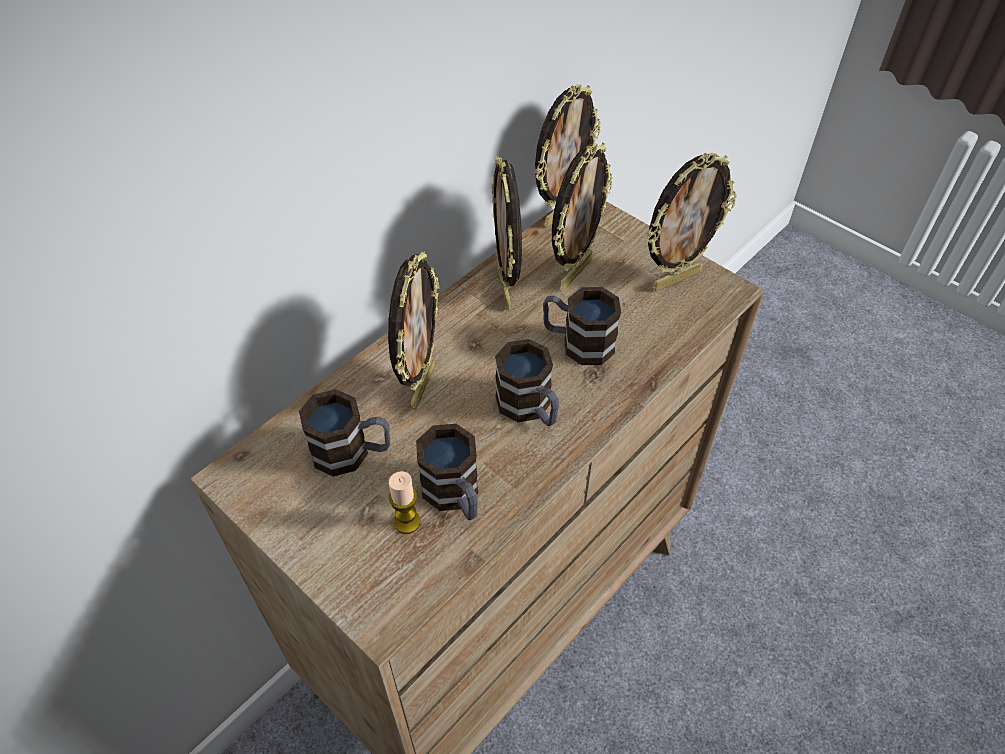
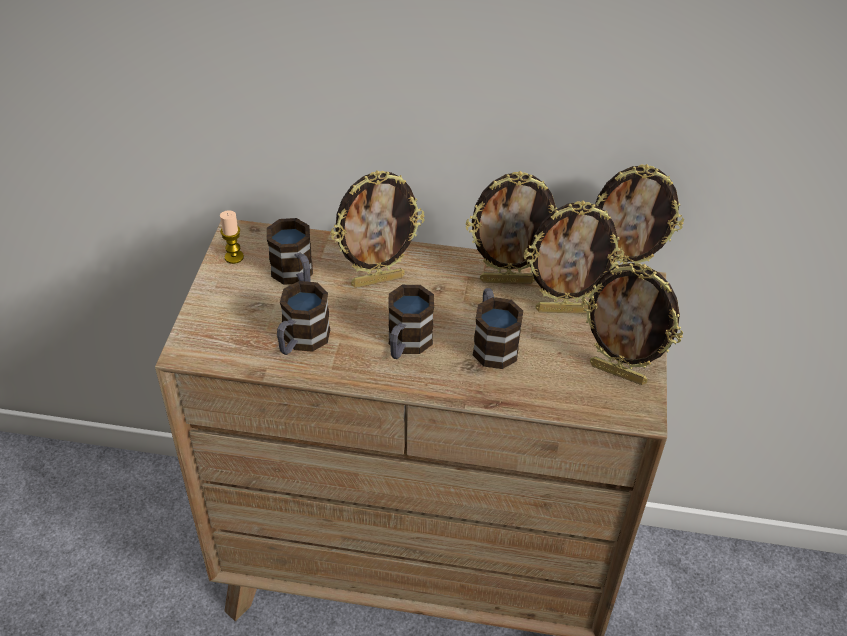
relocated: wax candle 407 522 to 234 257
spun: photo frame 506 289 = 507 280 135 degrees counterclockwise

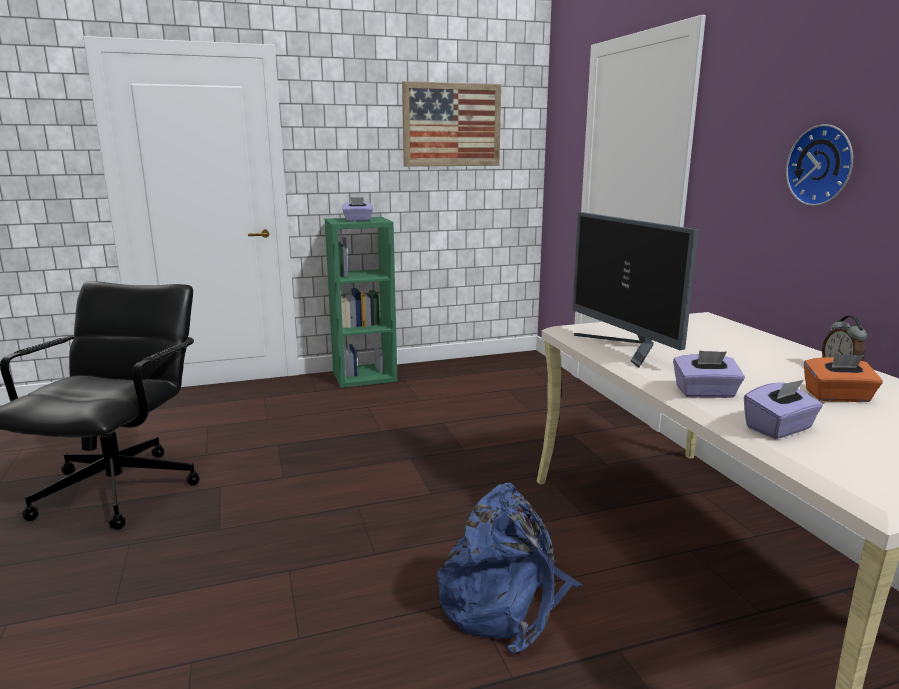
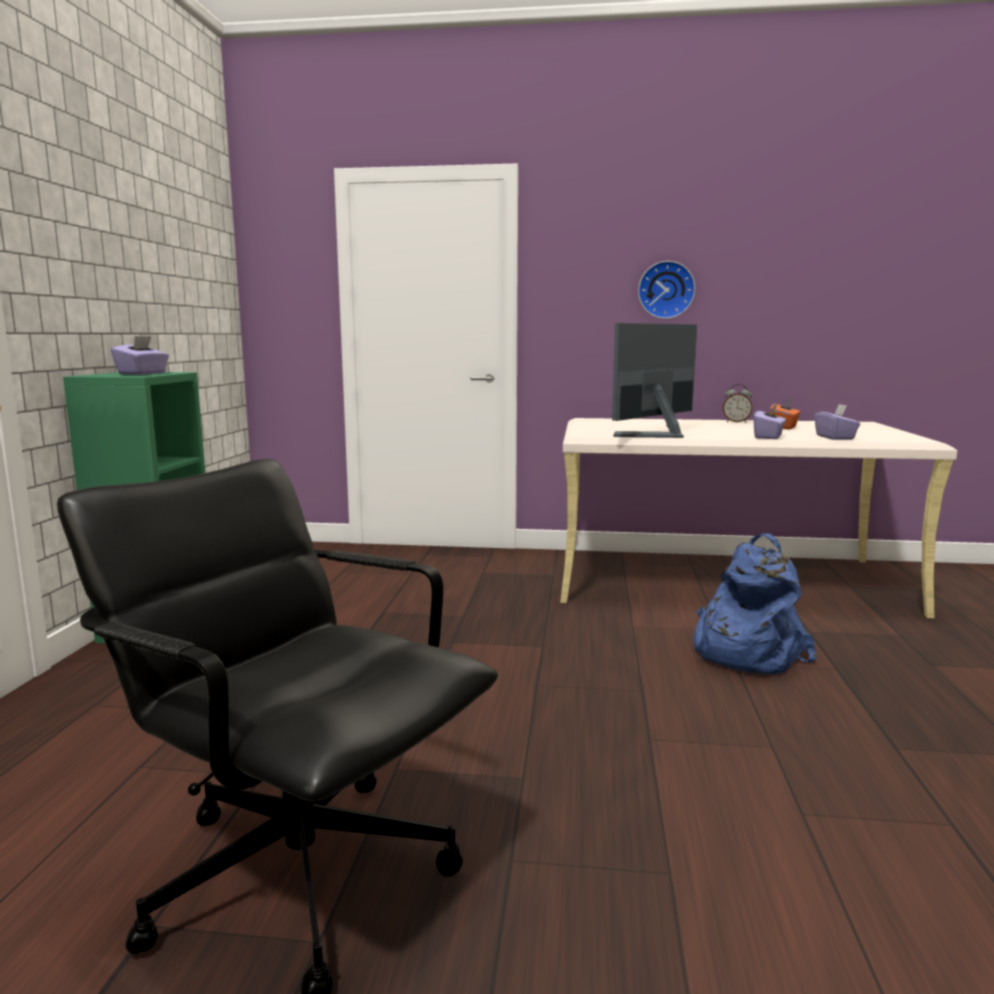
missing: wall art 452 125
spun: computer screen 625 349 = 658 435 135 degrees clockwise

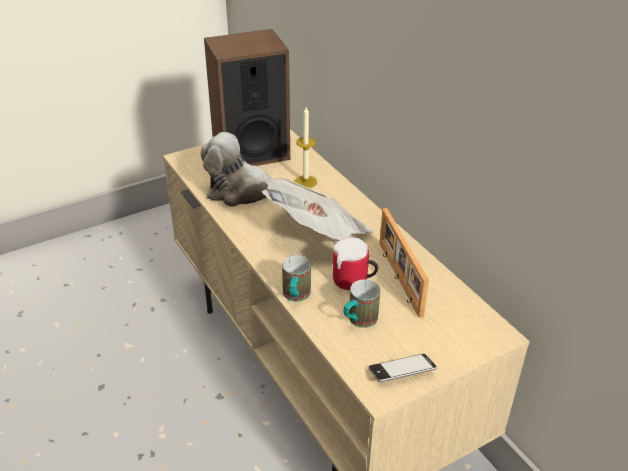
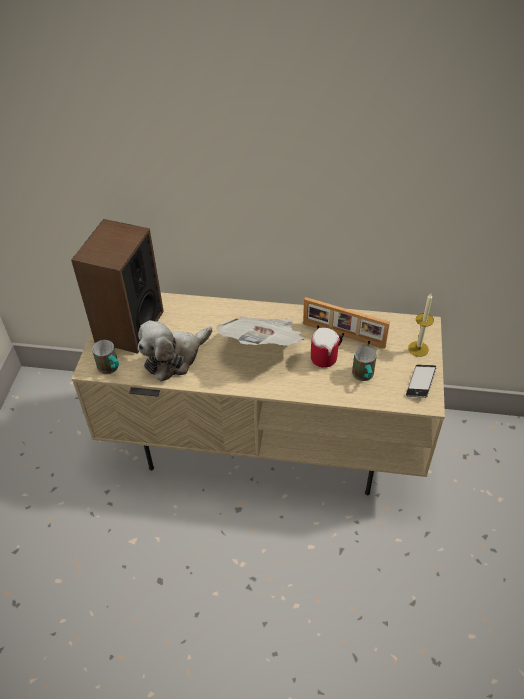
relocated: tea mug 295 297 to 111 369; wax candle 305 182 to 418 349

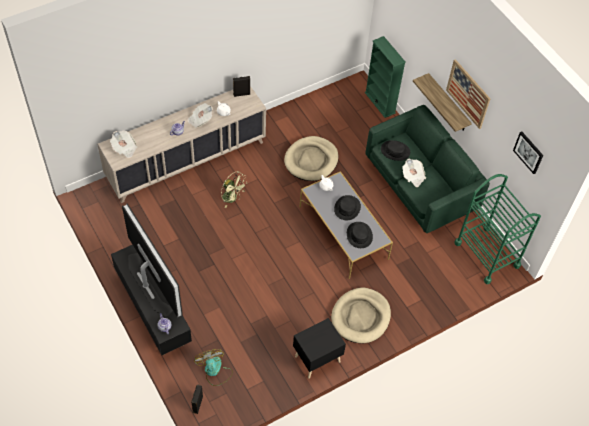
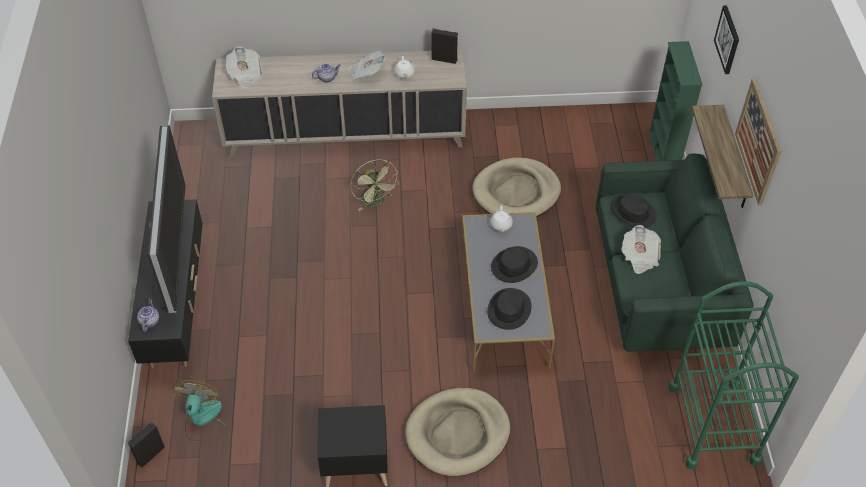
relocated: wall art 528 152 to 728 39

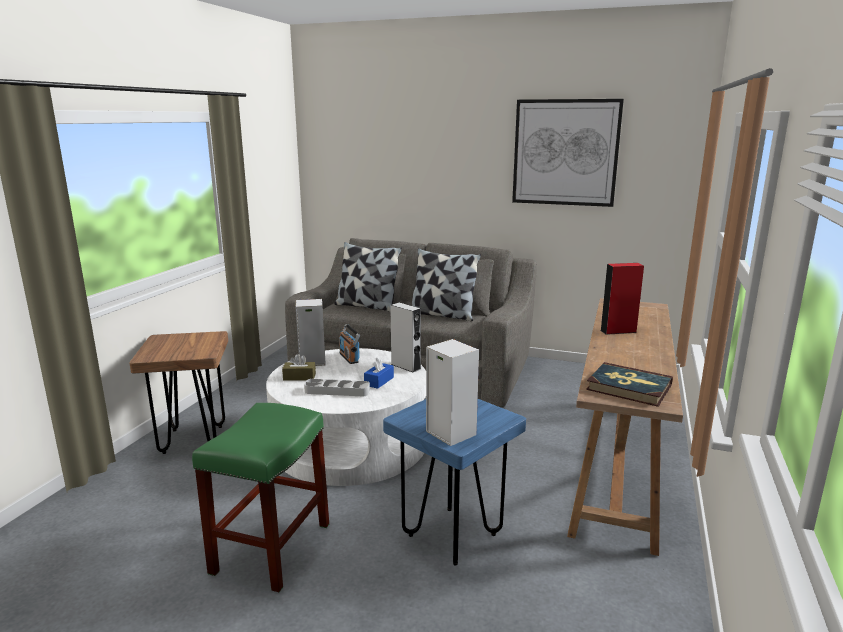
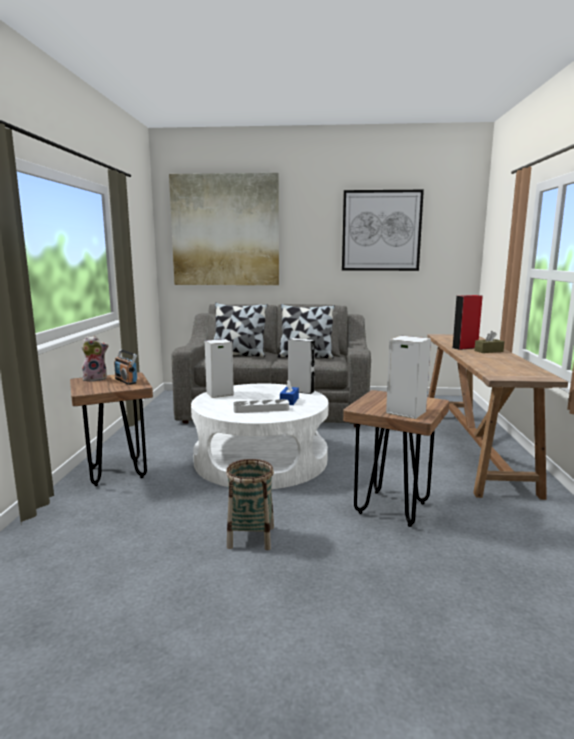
missing: book 629 387
appeared: plush toy 96 379; wall art 225 230
relocated: radio receiver 349 357 to 126 381; brown box of tissues 299 377 to 488 351
exchanged: greenish stool 271 547 to household basket 251 537
colour: blue-coloured stool 452 535 to brown stool 392 508

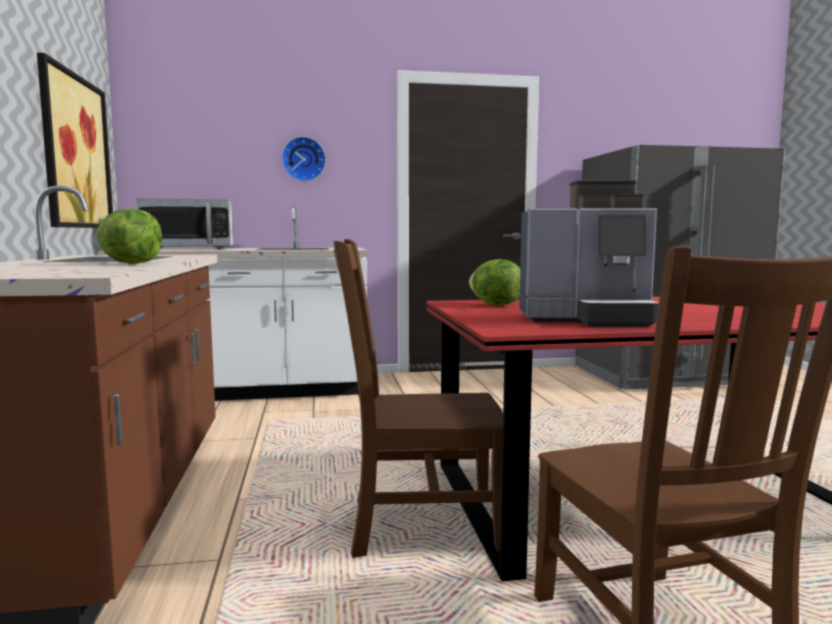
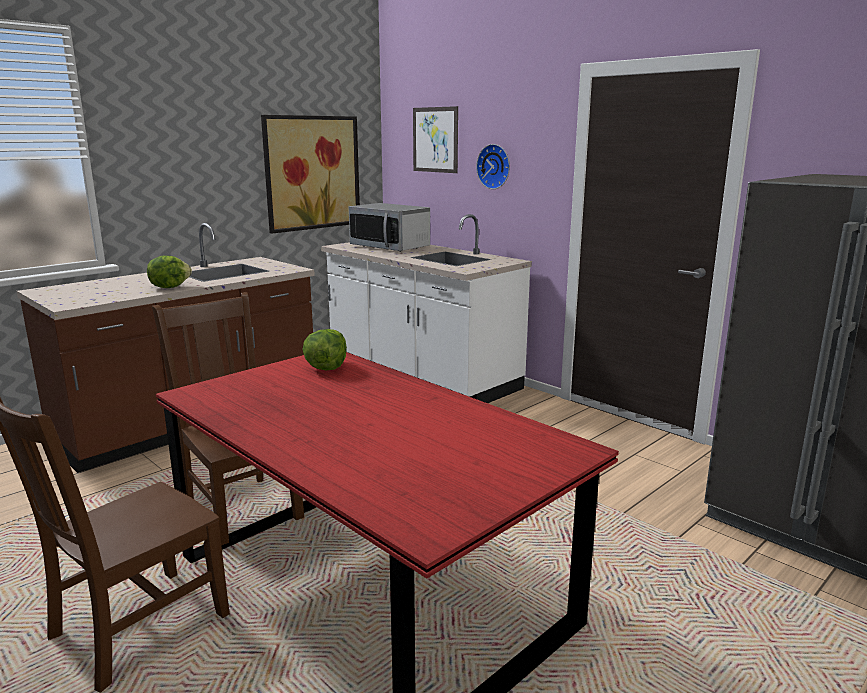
missing: coffee brewer 587 319
appeared: wall art 435 140

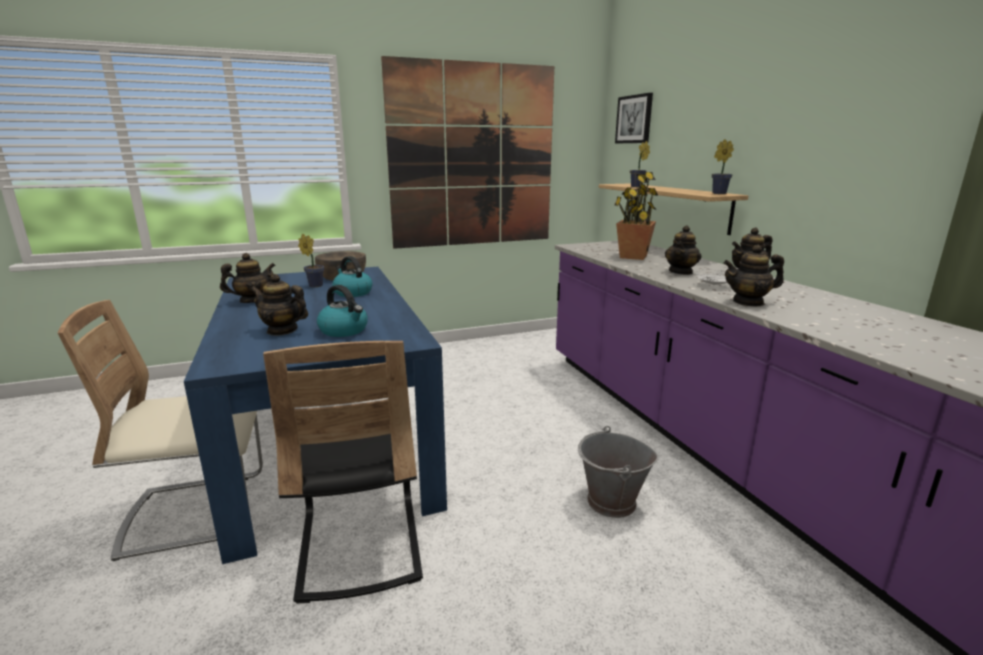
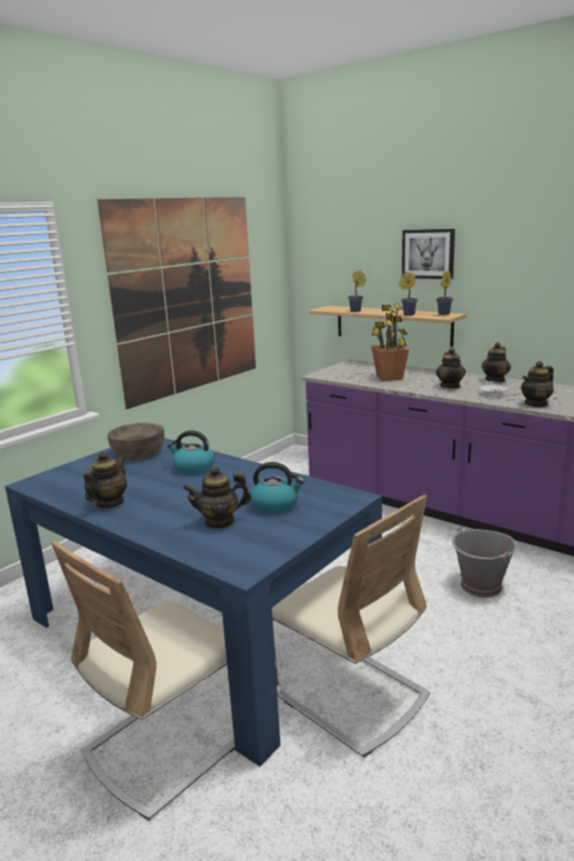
relocated: potted plant 314 285 to 407 315; wall art 634 119 to 428 254
colour: blackish upright chair 359 543 to beige upright chair 350 695

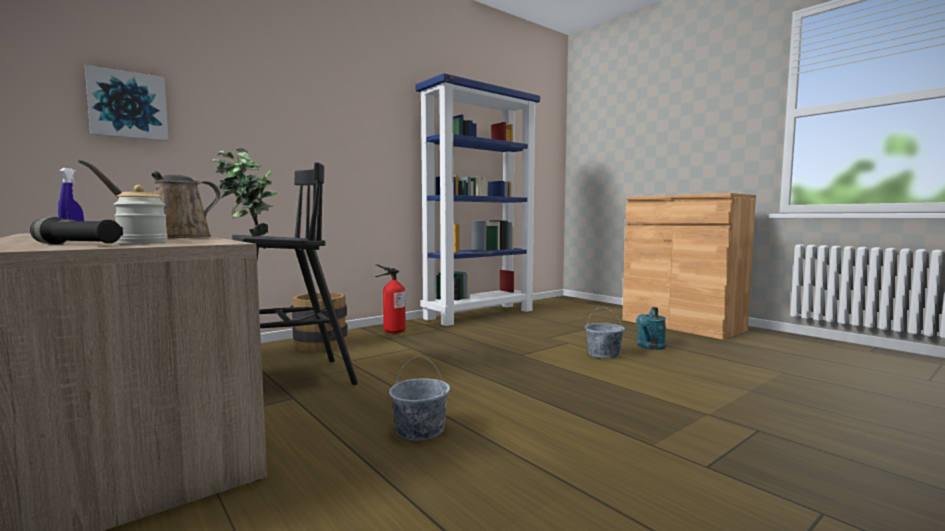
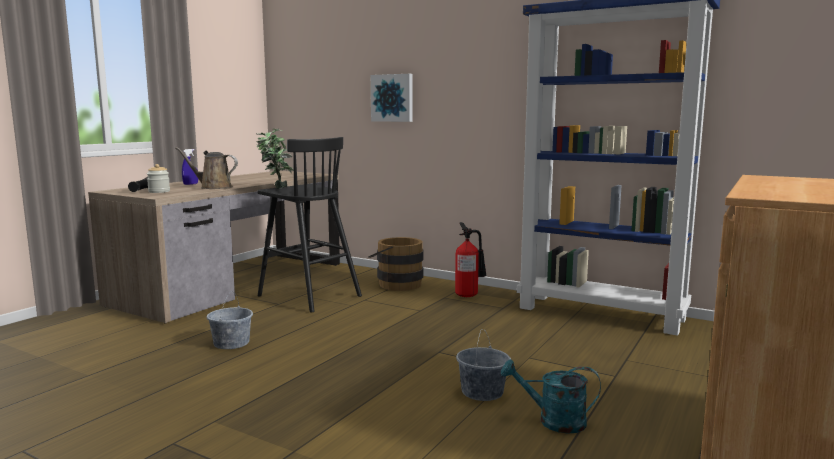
relocated: wall art 128 105 to 392 98

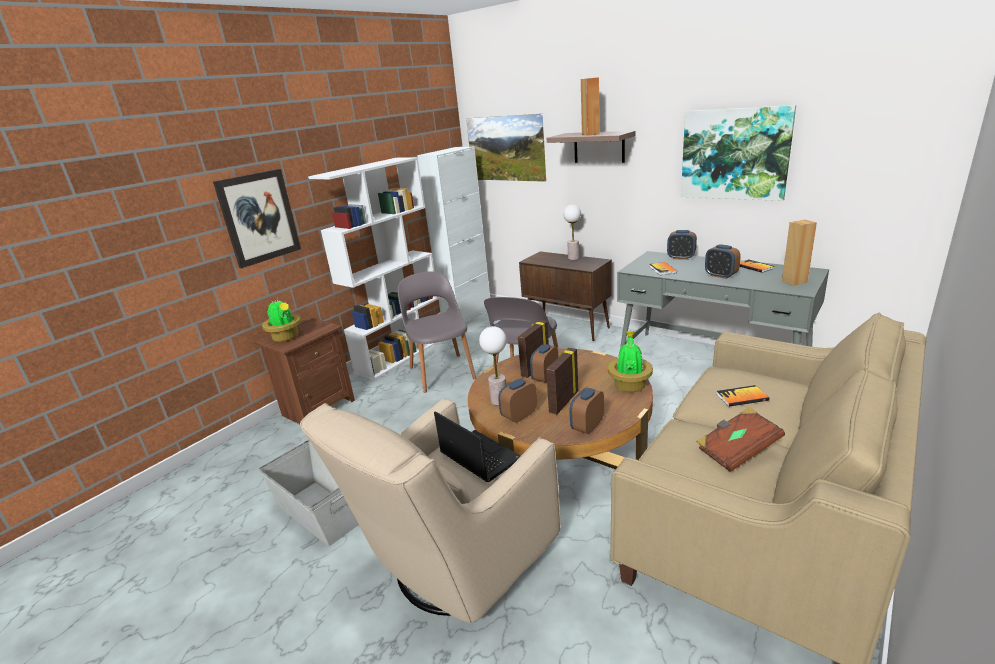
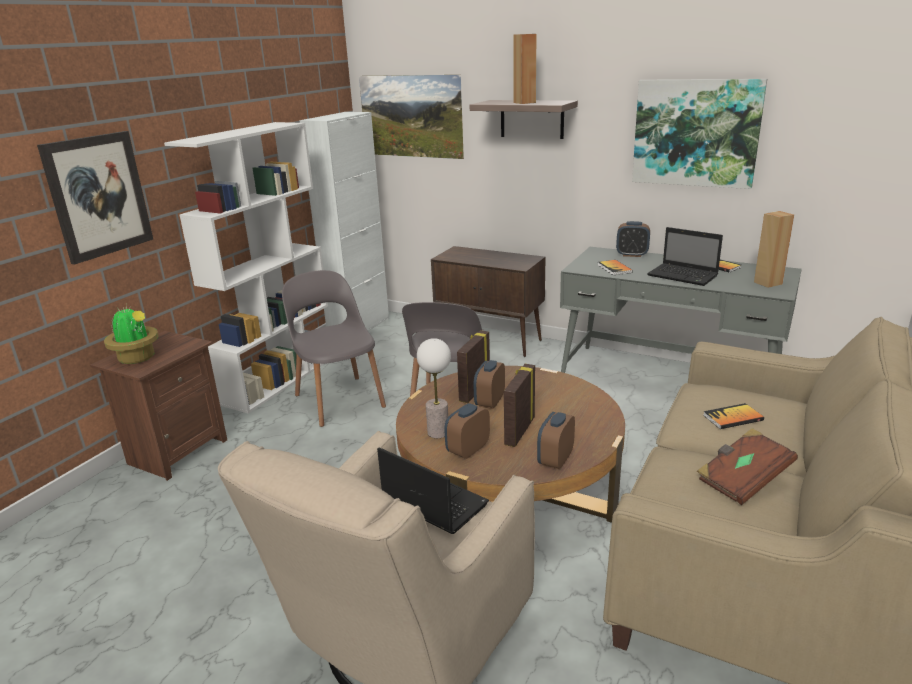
missing: grey storage box 321 511; lamp for a table 573 258; potted plant 629 384
exchanged: alarm clock 721 275 to notebook computer 684 276

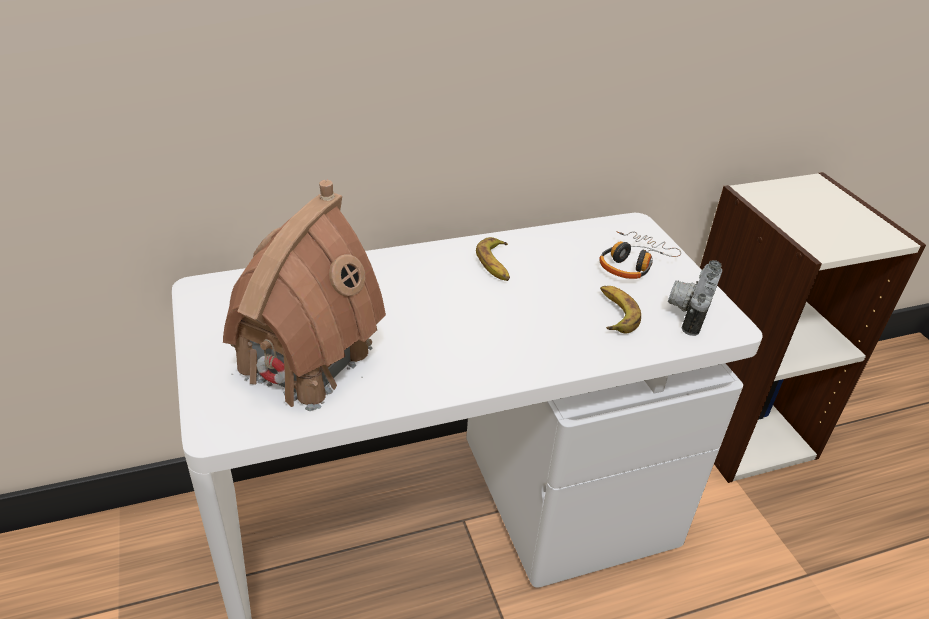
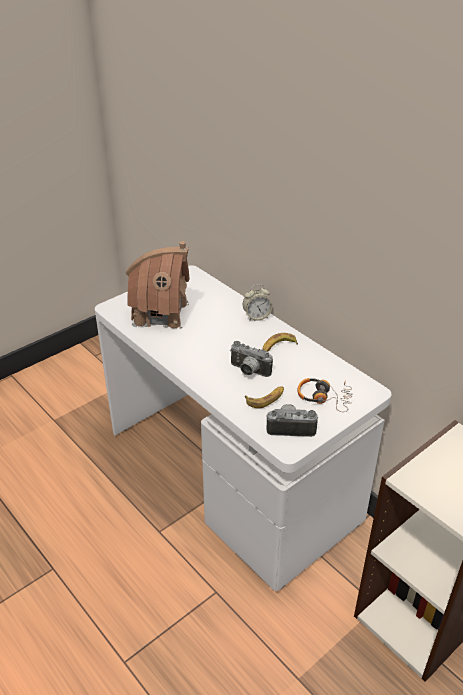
appeared: still camera 248 371; alarm clock 256 317

